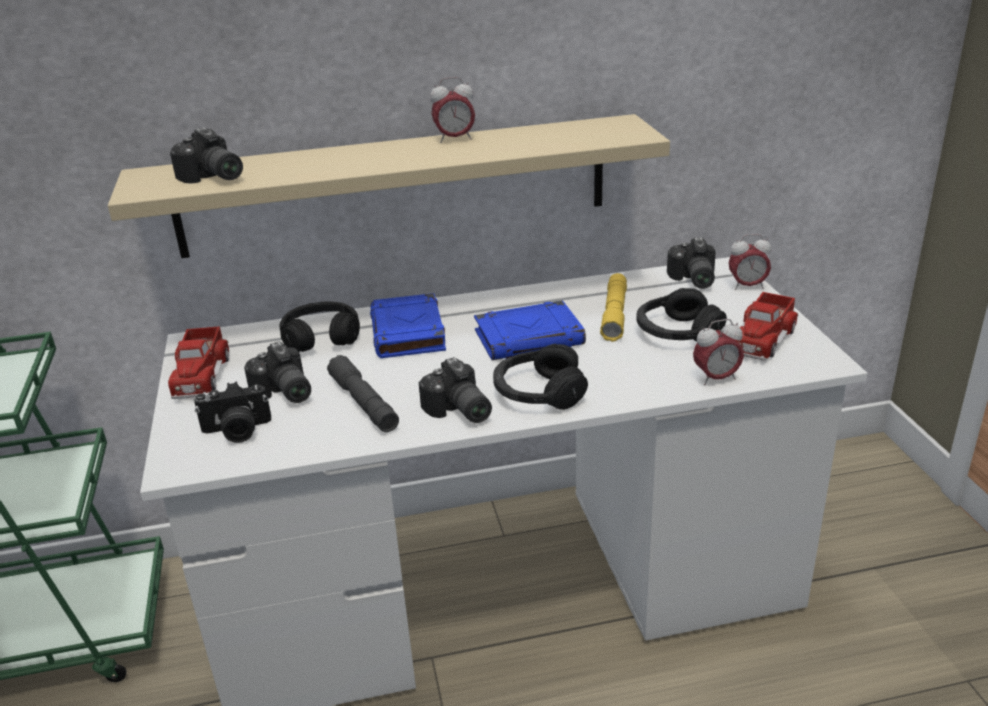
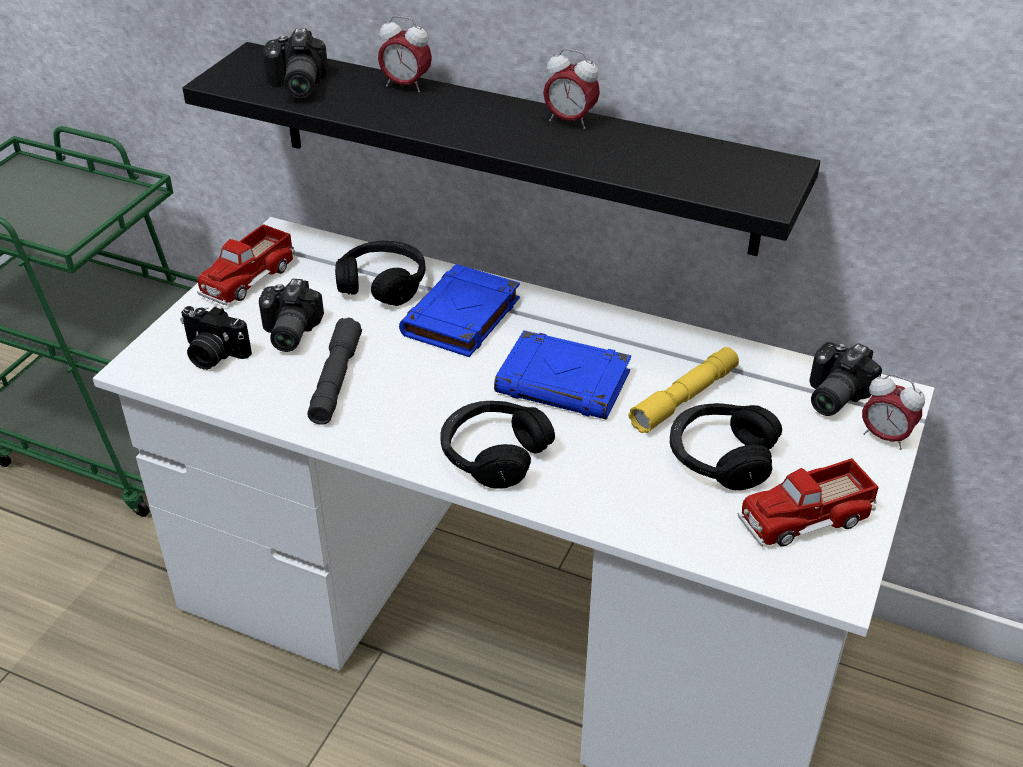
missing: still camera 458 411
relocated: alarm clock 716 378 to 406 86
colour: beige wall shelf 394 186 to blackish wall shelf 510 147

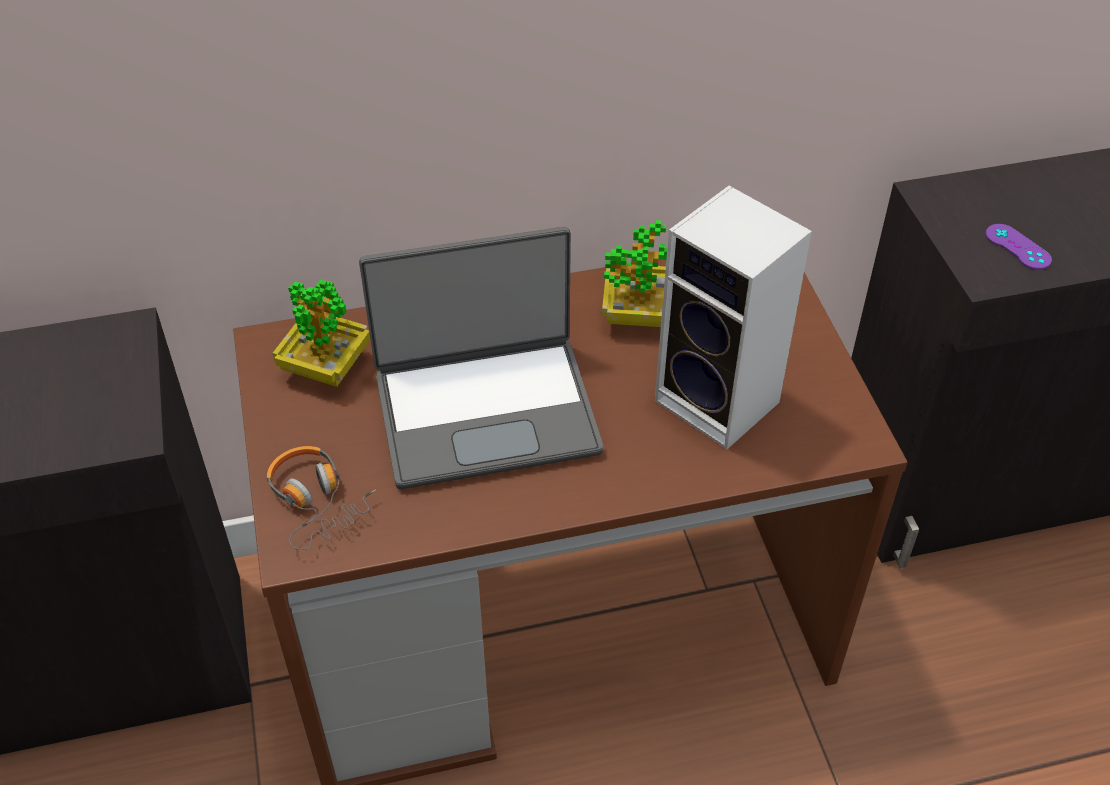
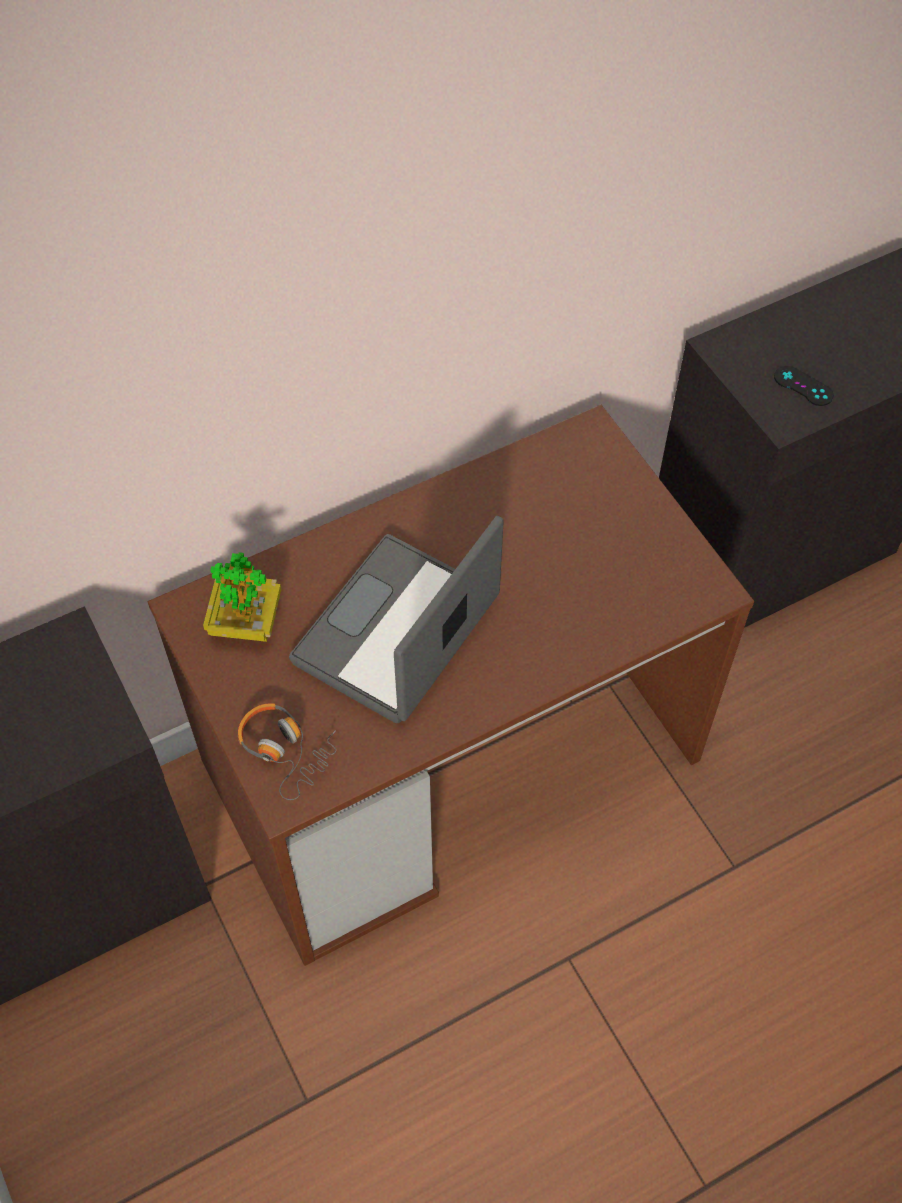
missing: potted plant 638 315; speaker 722 403
colour: purple game controller 1017 247 to blackish game controller 803 386
spun: notebook computer 486 411 = 399 633 150 degrees clockwise

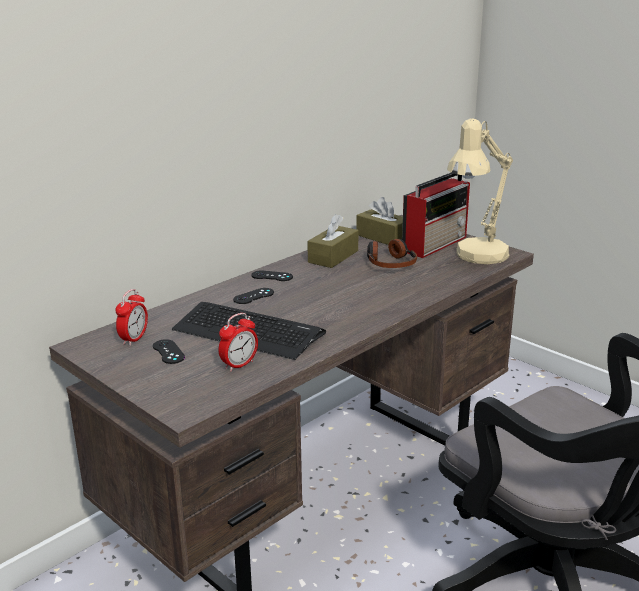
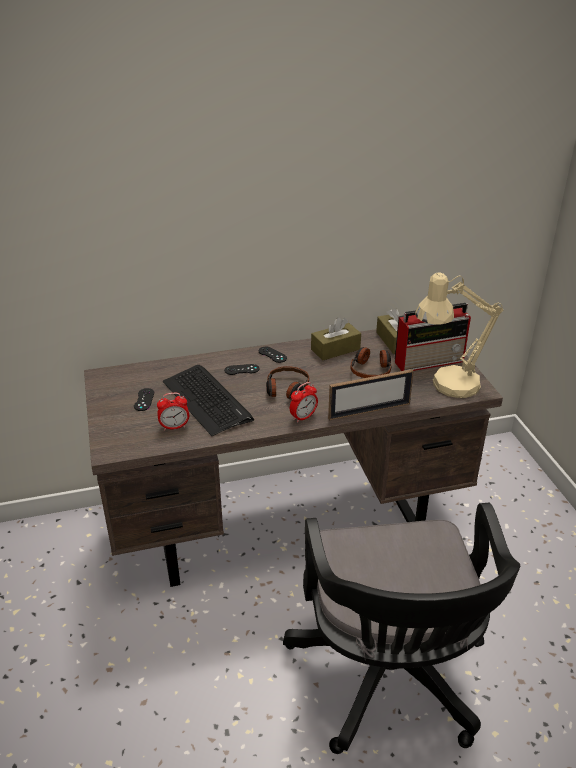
appeared: headset 286 389; photo frame 369 411
relocated: alarm clock 134 339 to 303 417

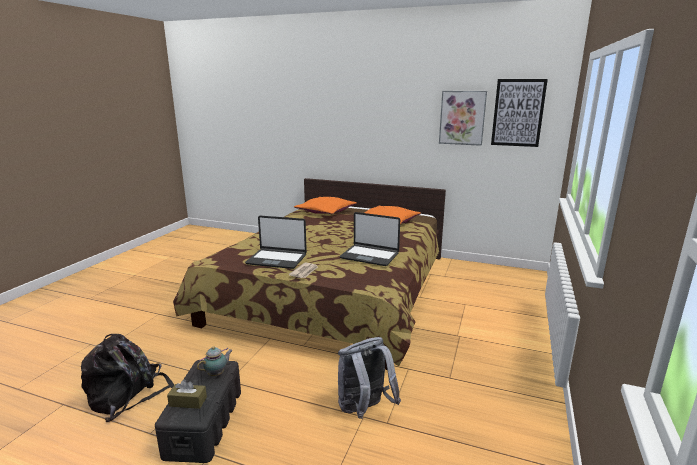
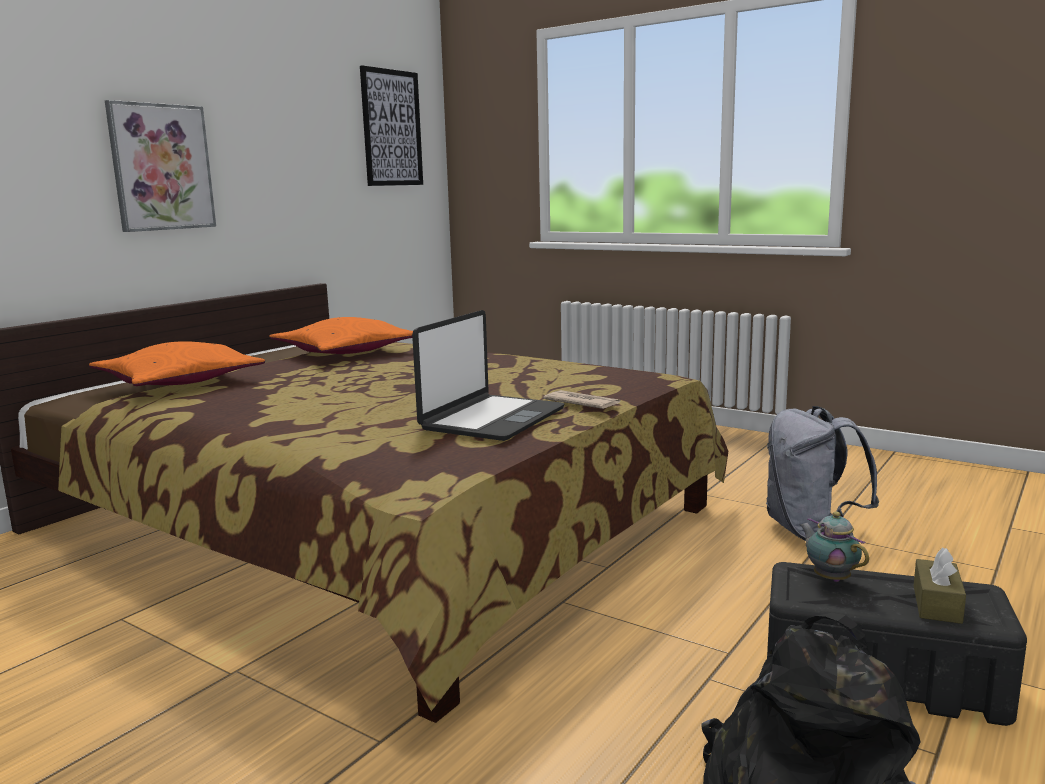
missing: notebook computer 370 256
relocated: wall art 462 118 to 161 167

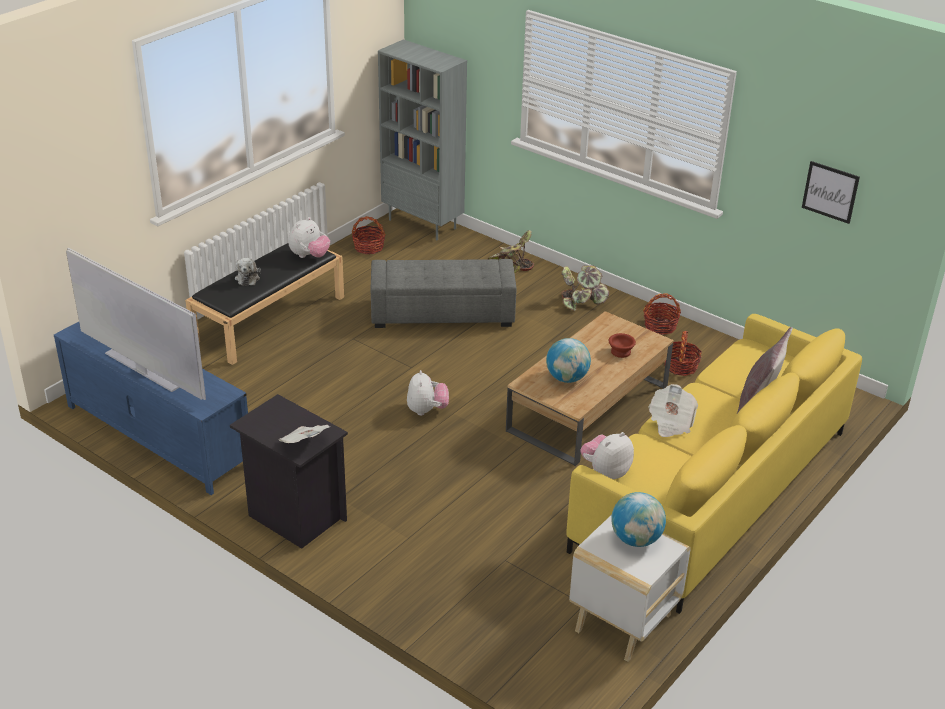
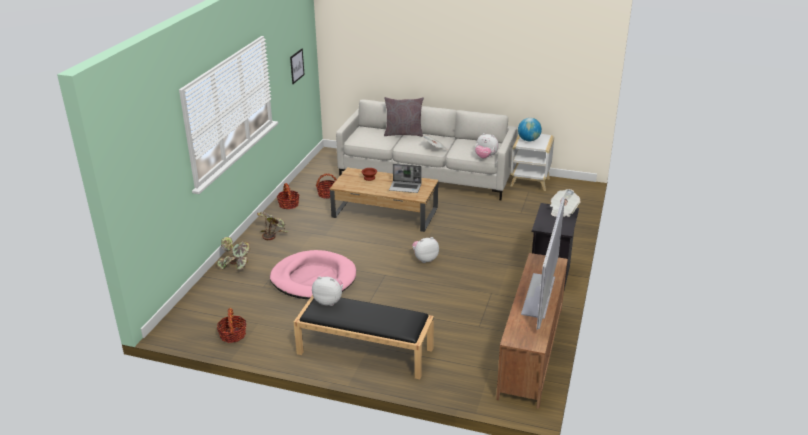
missing: plush toy 247 277; grey bookcase 423 224
exchanged: grey ottoman 442 312 to pink-coloured dog cushion 313 278; desk globe 567 378 to notebook computer 405 187
colour: yellow sofa 711 489 to grey sofa 426 175; blue-coloured media console 157 435 to brown media console 531 351

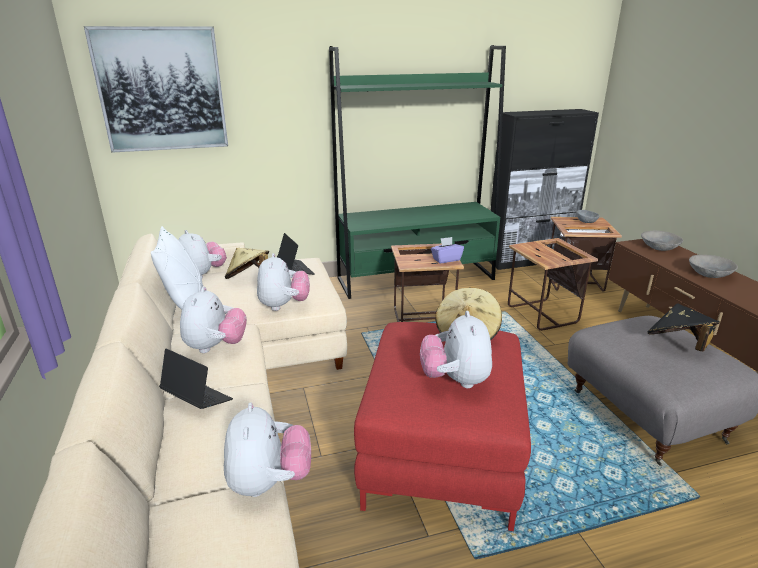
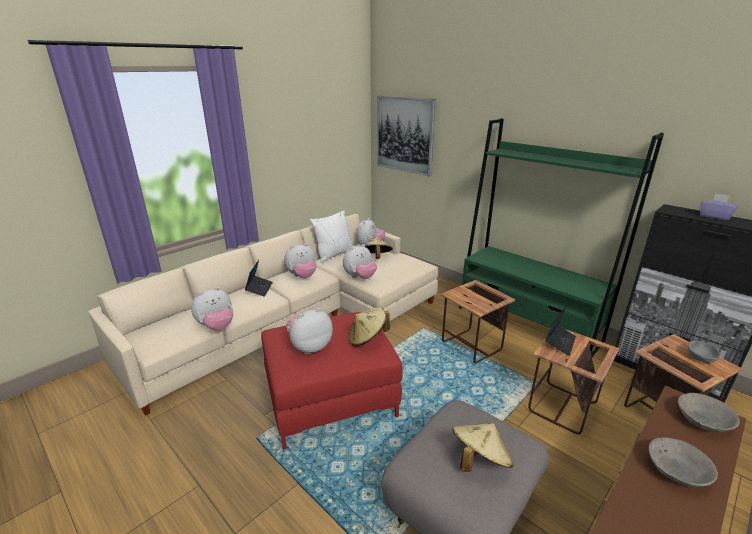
relocated: notebook computer 295 270 to 559 342; purple box of tissues 446 259 to 714 216
colour: blackish clothing hat 677 345 to beige clothing hat 479 460

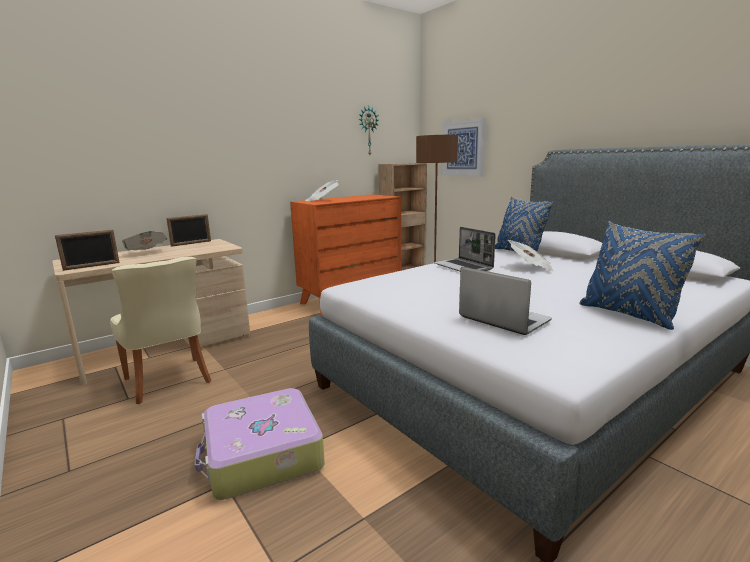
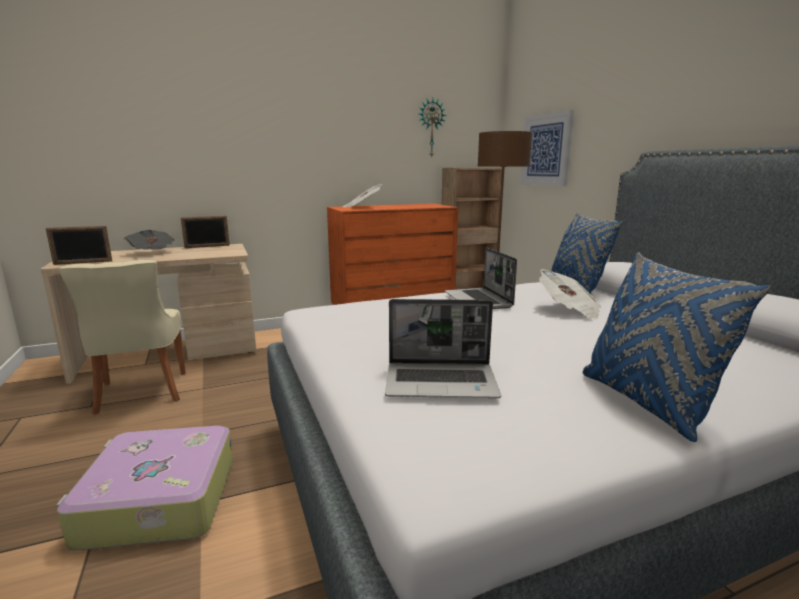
spun: notebook computer 502 319 = 442 382 120 degrees clockwise

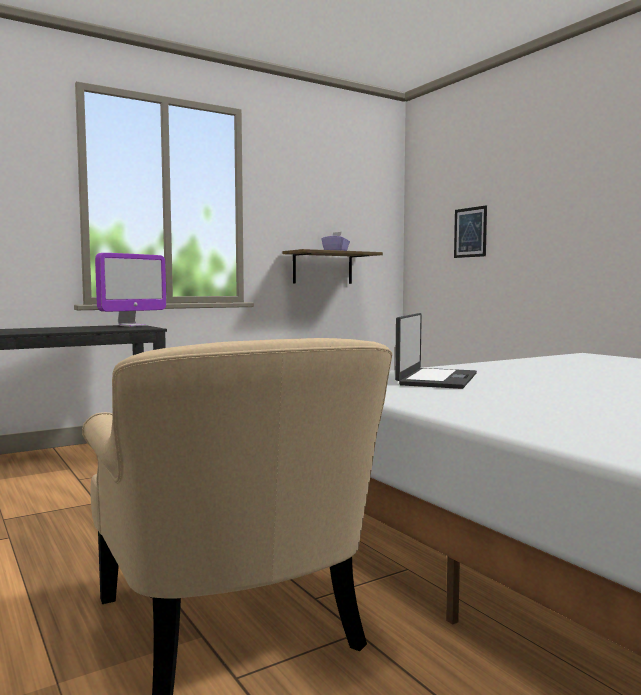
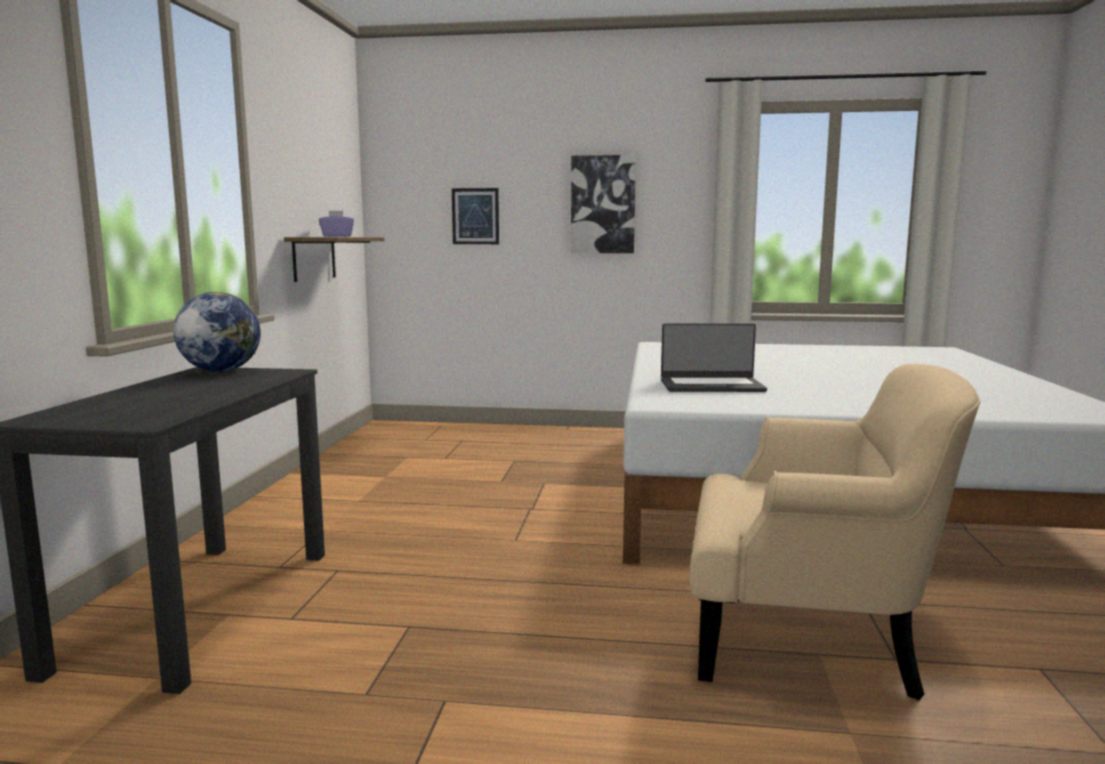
appeared: wall art 603 204
exchanged: computer screen 132 325 to desk globe 220 371
spun: notebook computer 436 379 = 711 386 120 degrees clockwise

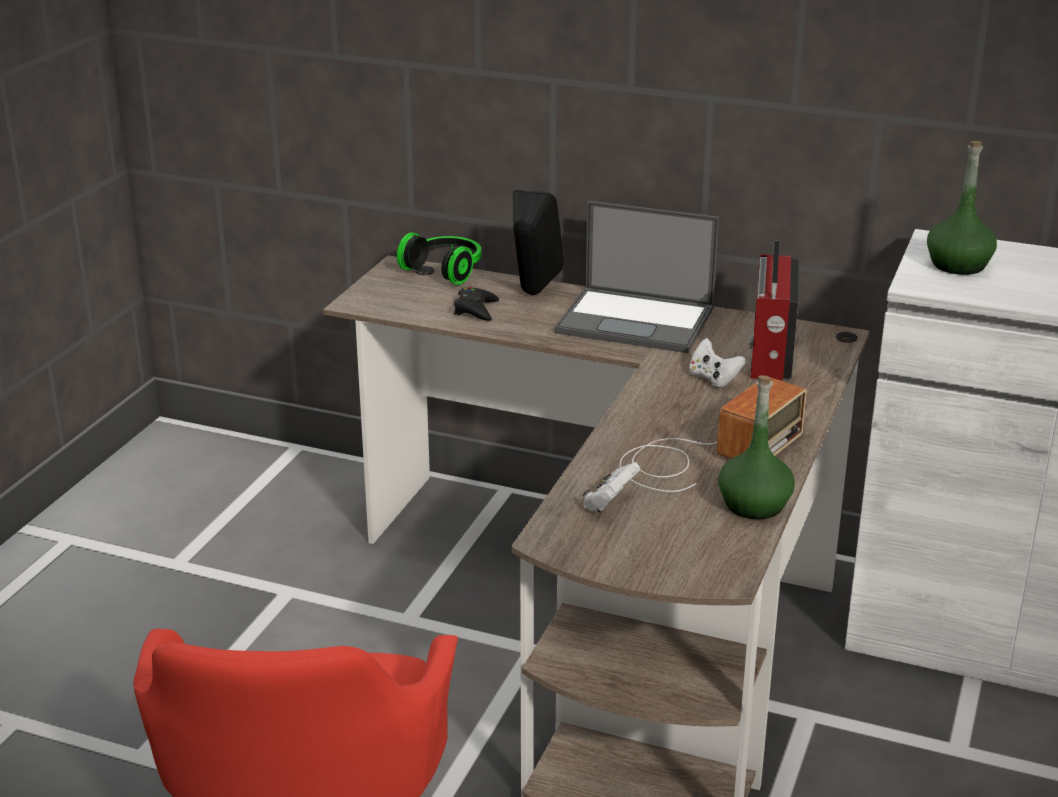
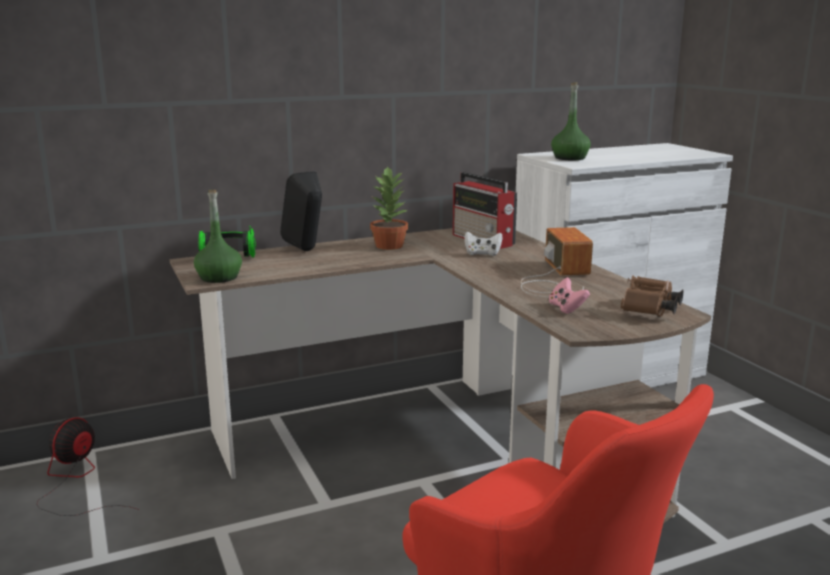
missing: blackish game controller 475 310
appeared: cooling fan 76 481; brown field glasses 649 311
relocated: greenish drink bottle 754 504 to 219 277
exchanged: notebook computer 637 321 to potted plant 390 246
colour: whitish game controller 609 504 to pink-coloured game controller 566 308

